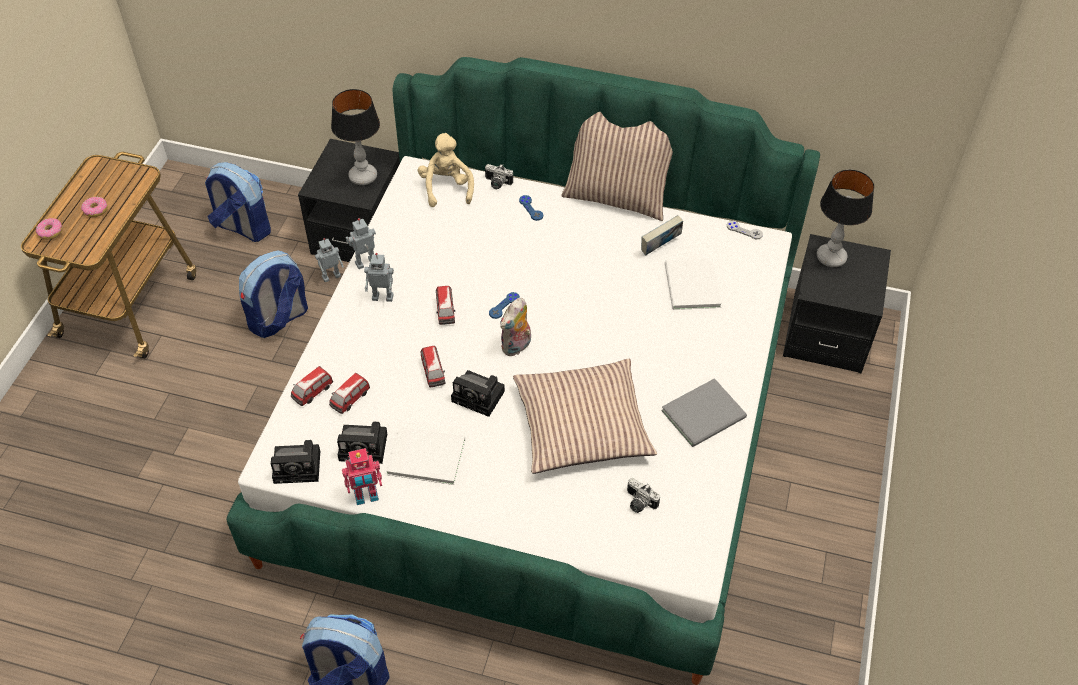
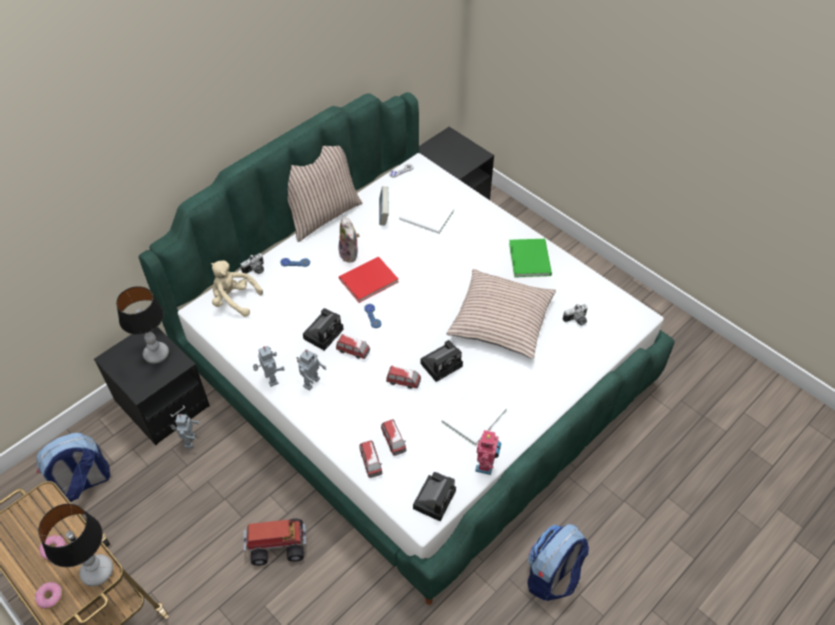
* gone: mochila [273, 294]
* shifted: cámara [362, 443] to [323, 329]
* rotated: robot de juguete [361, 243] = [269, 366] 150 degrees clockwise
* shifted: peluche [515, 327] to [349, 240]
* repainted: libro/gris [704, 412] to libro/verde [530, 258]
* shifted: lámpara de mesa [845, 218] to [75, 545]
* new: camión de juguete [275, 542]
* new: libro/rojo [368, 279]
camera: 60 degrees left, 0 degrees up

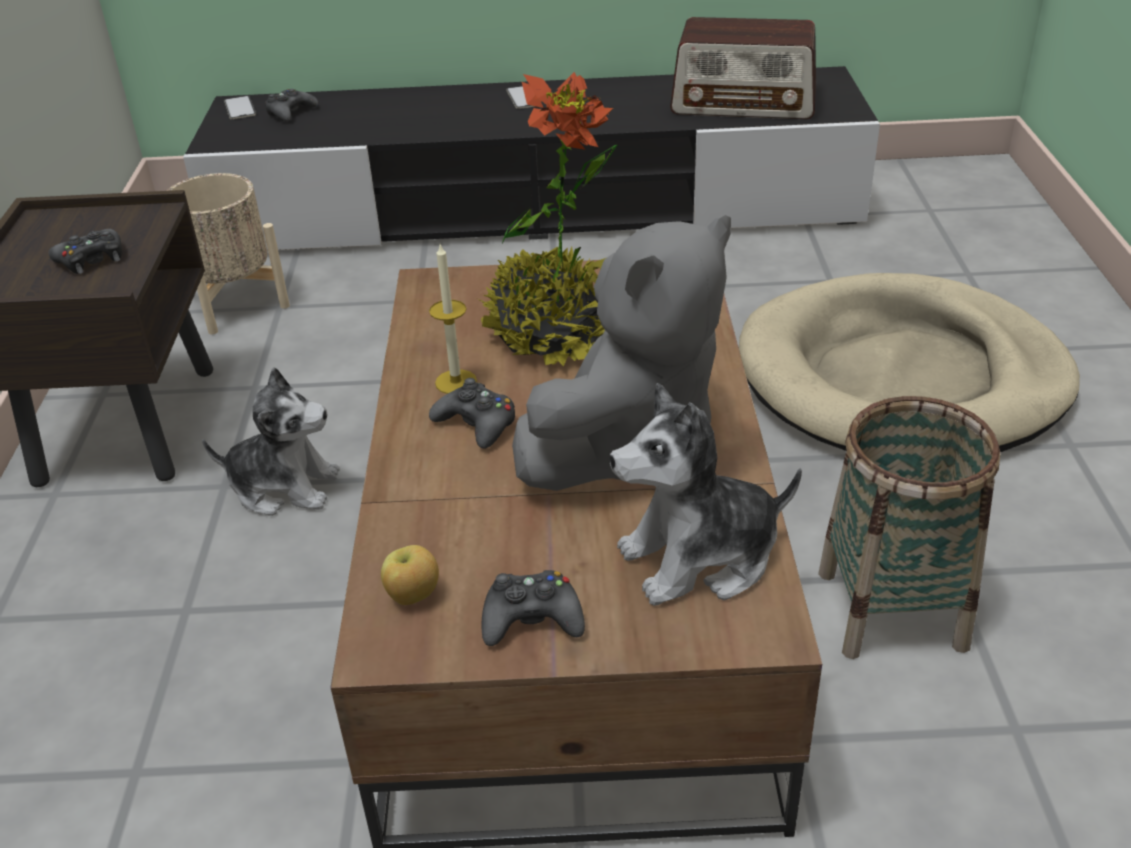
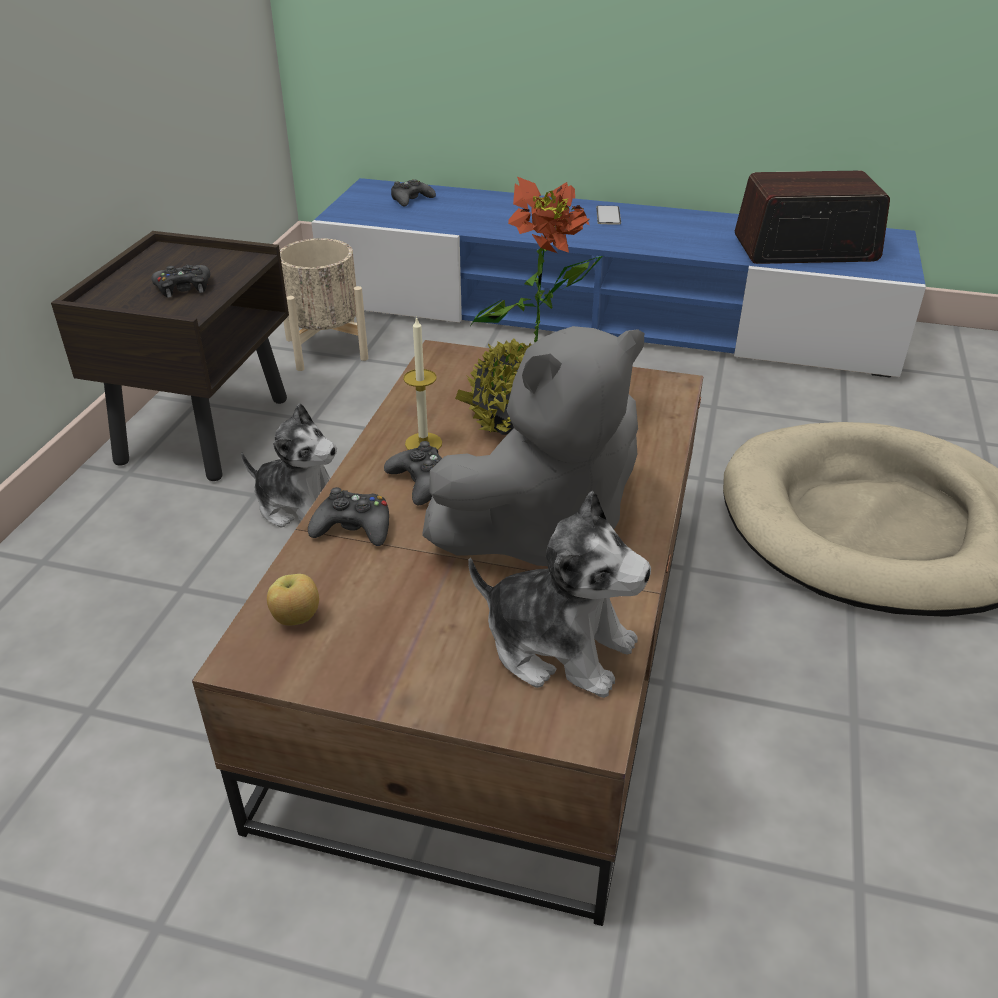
* repainted: mueble de televisión/negro [531, 158] to mueble de televisión/azul [618, 278]
* gone: móvil [240, 107]
* shifted: mando de consola/negro [533, 608] to [348, 516]
* rotated: peluche [706, 494] = [559, 594] 150 degrees counterclockwise
* rotated: radio [743, 68] = [812, 217] 150 degrees clockwise
* gone: cesta [909, 527]
camera: 15 degrees right, 0 degrees up

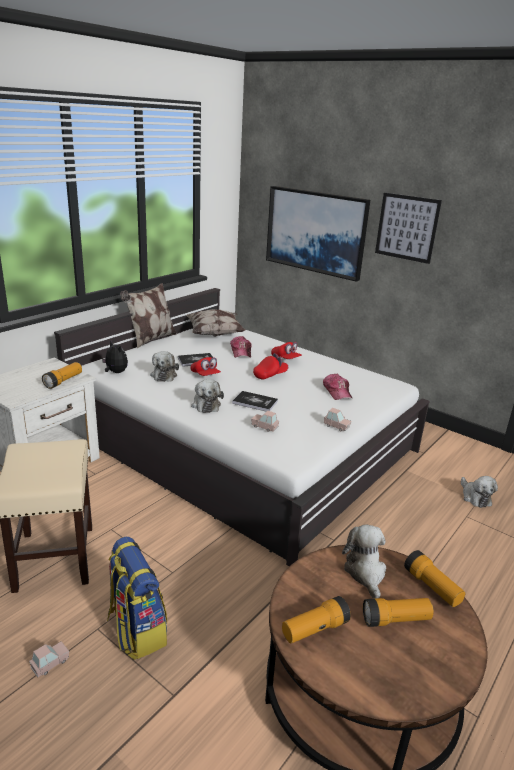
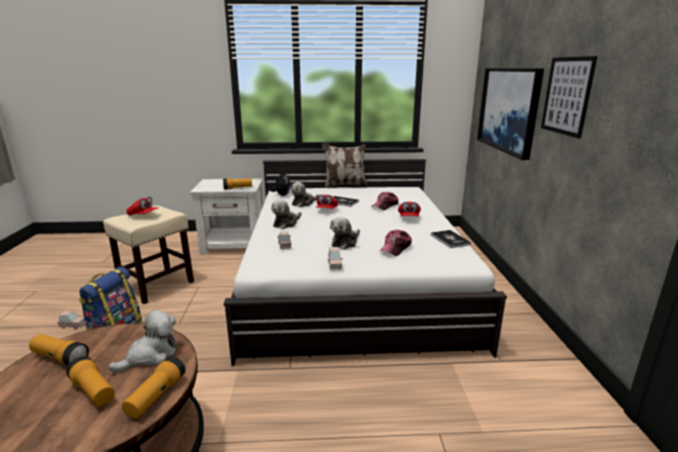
* gone: cojín [215, 323]
* shifted: libro [255, 401] to [451, 239]
* shifted: gorra/rojo [270, 366] to [142, 206]
* shifted: peluche [479, 492] to [345, 233]
camera: 50 degrees right, 5 degrees down

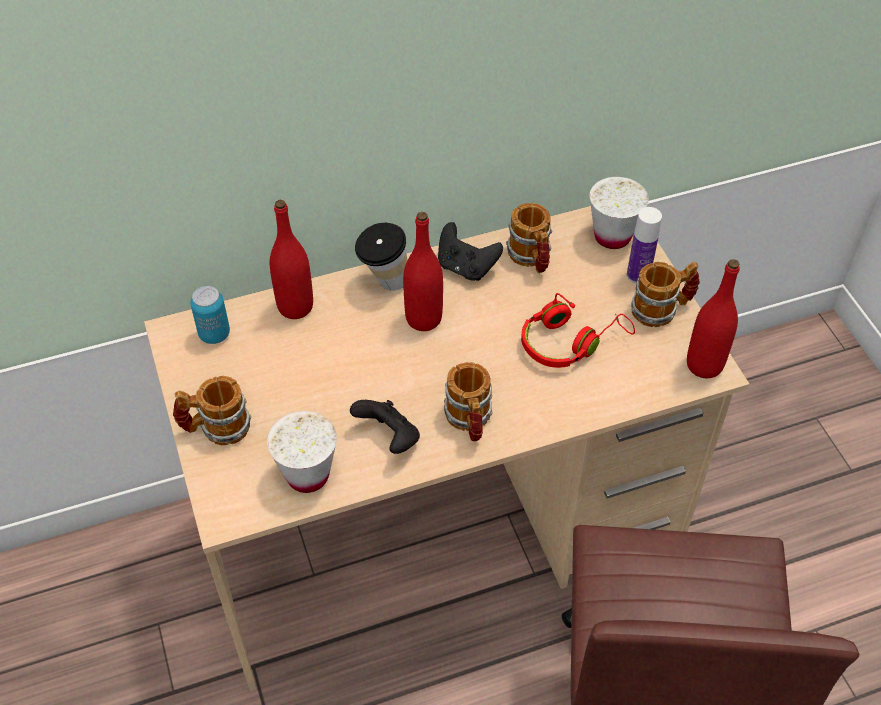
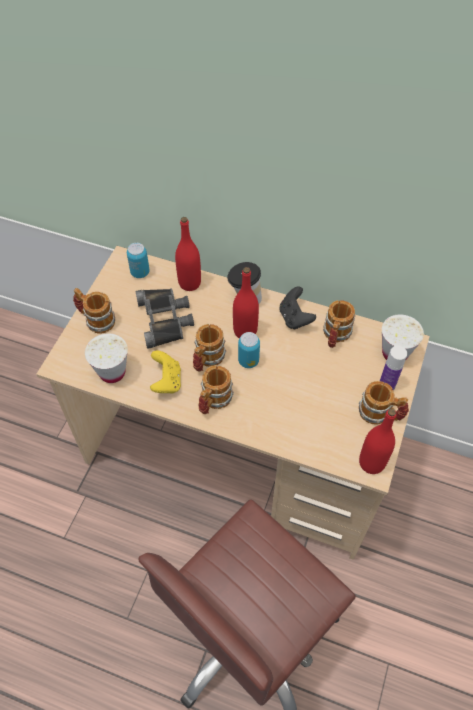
* repainted: mando de consola/negro [385, 427] to mando de consola/amarillo [165, 371]
* gone: auriculares/rojo [578, 330]
* new: prismáticos/negro [165, 318]
* new: taza grande [209, 348]
* new: lata [249, 350]
camera: 40 degrees right, 5 degrees up

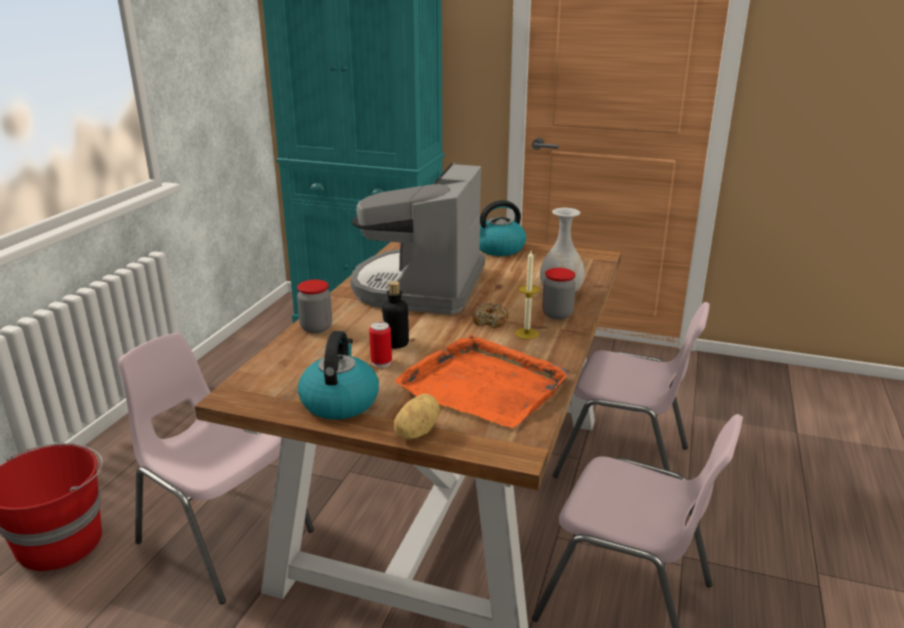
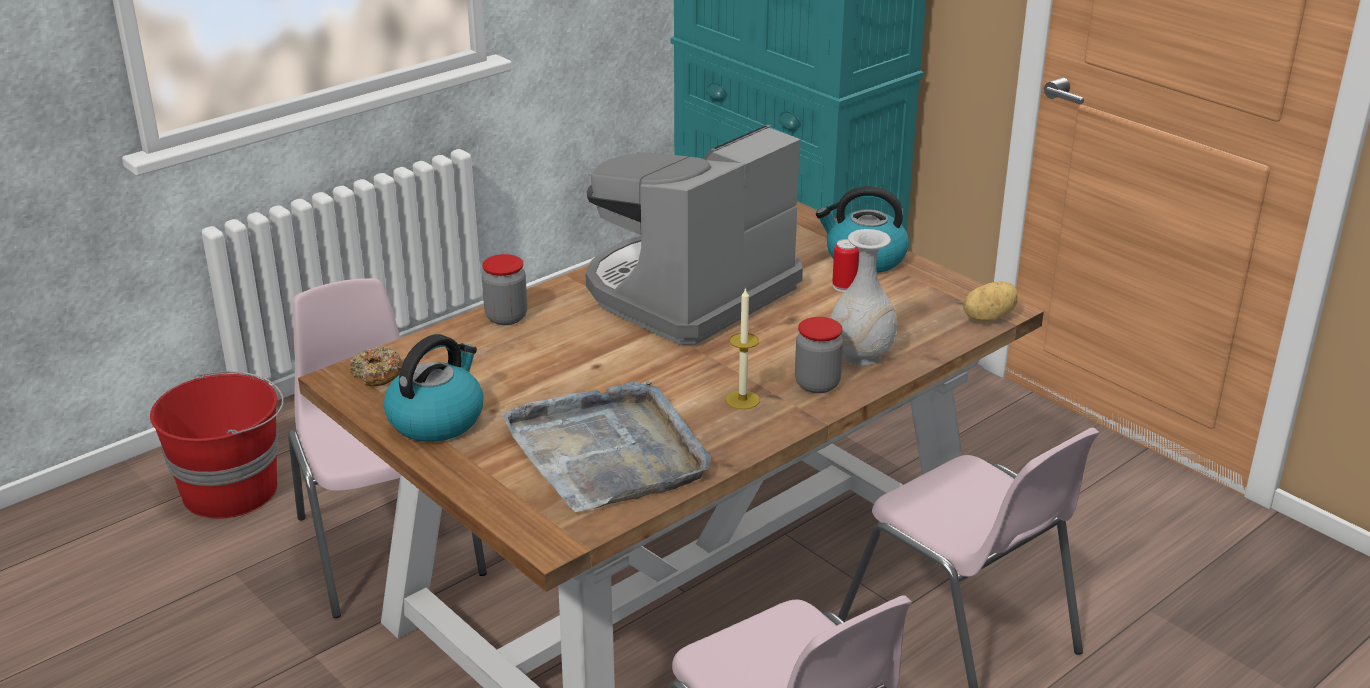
* shifted: lata [380, 344] to [845, 265]
* gone: botella [395, 315]
* repainted: bandeja/naranja [481, 381] to bandeja/gris [606, 446]
* shifted: patata [417, 416] to [990, 301]
* shifted: rosquilla [490, 315] to [376, 366]
camera: 30 degrees right, 5 degrees up

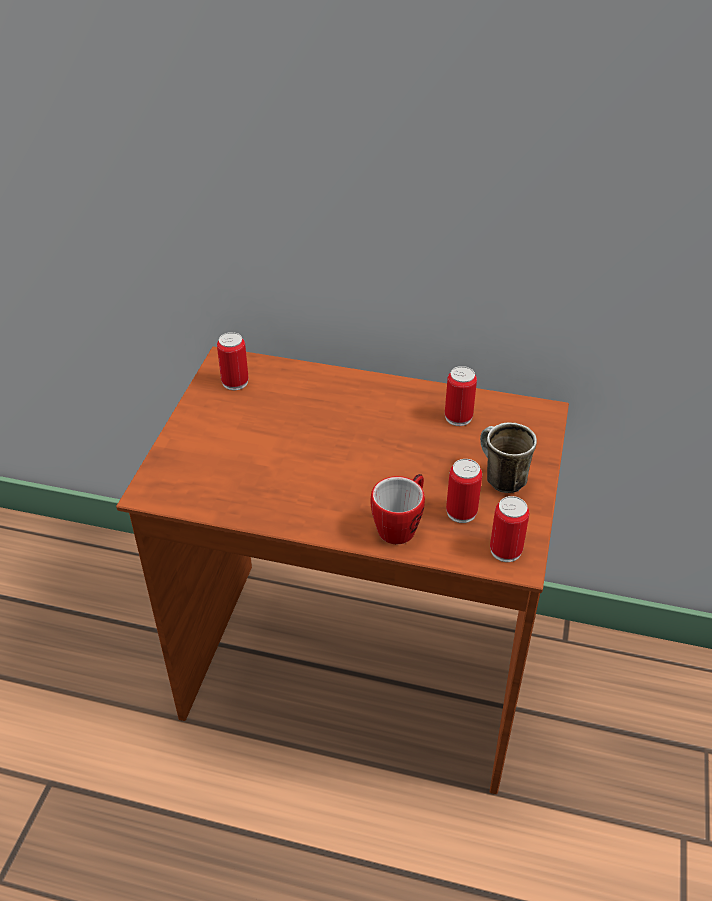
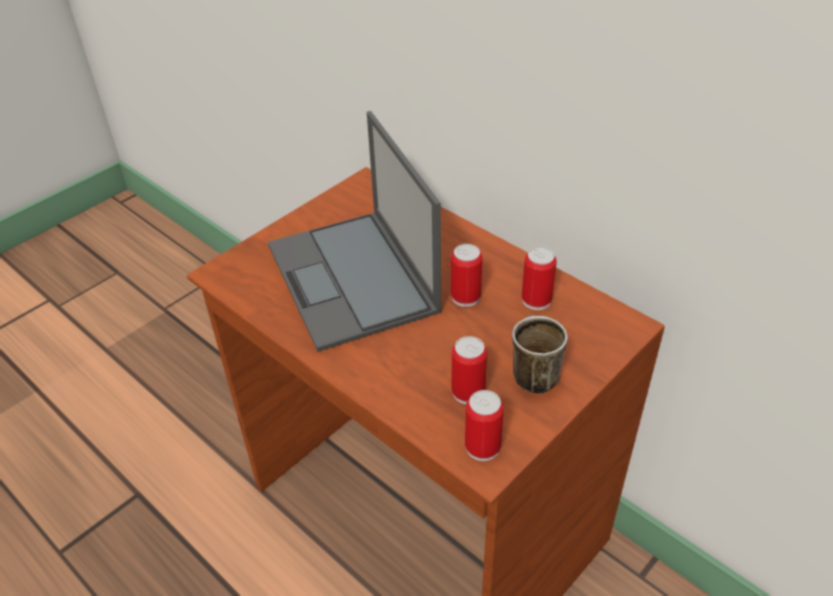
* shifted: lata [233, 361] to [467, 275]
* gone: taza grande [398, 509]
* new: portátil [354, 231]
camera: 30 degrees right, 0 degrees up

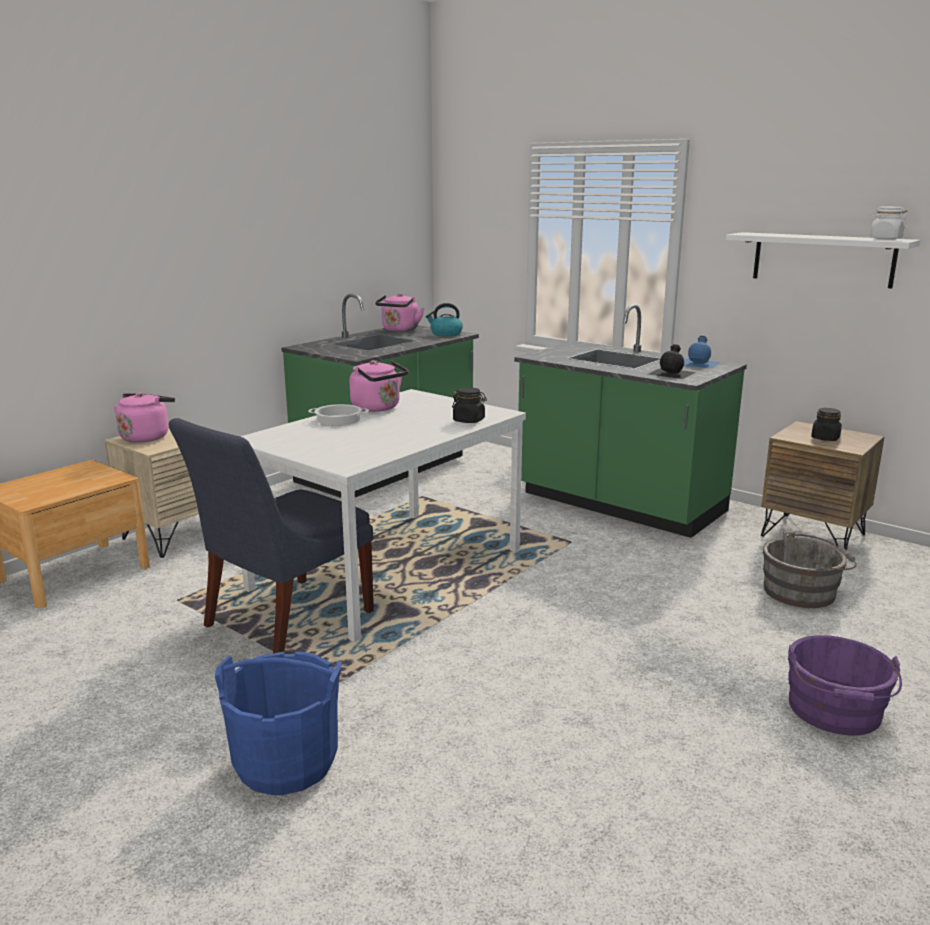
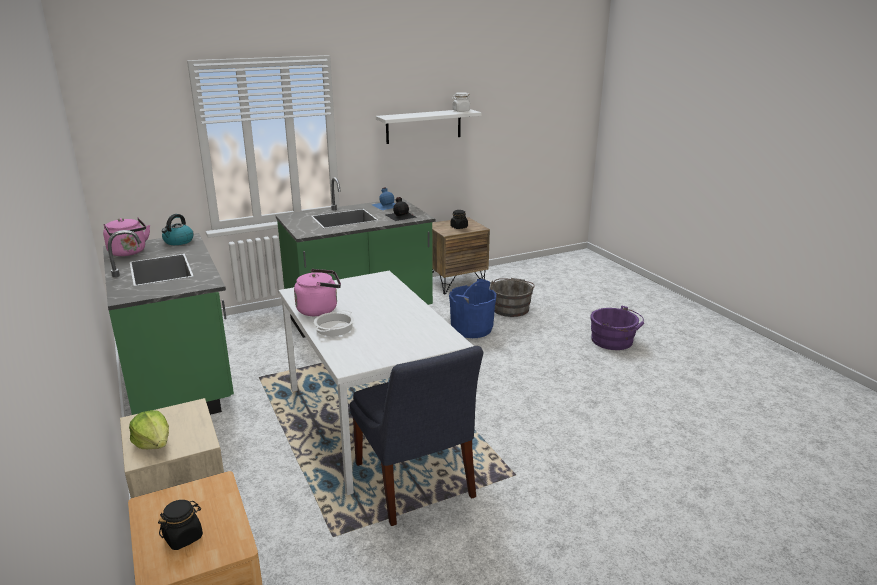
* swapped: hervidor/rosa [144, 418] to lechuga [149, 429]
* shifted: cubo/azul [278, 723] to [472, 308]
* shifted: tarro/negro [469, 405] to [180, 525]
camera: 65 degrees left, 5 degrees up

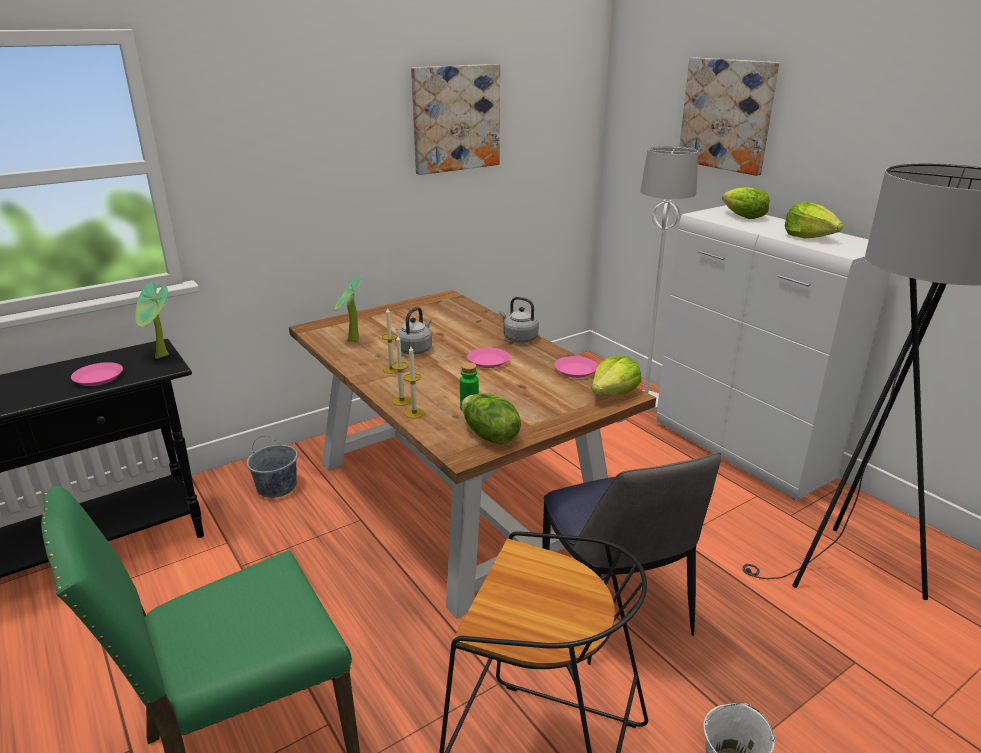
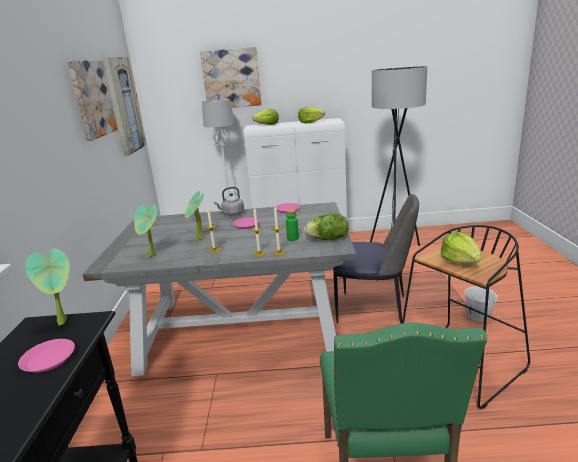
* gone: cubo/gris [272, 467]
* repainted: mesa de comedor/marrón [472, 454] to mesa de comedor/gris [219, 289]
* swapped: hervidor/gris [413, 330] to planta en maceta [194, 215]
* shifted: lechuga [616, 376] to [461, 248]
* new: cuadro [125, 106]
camera: 55 degrees left, 5 degrees down

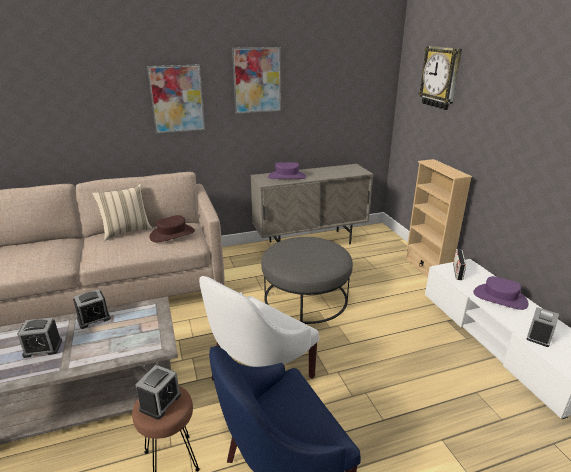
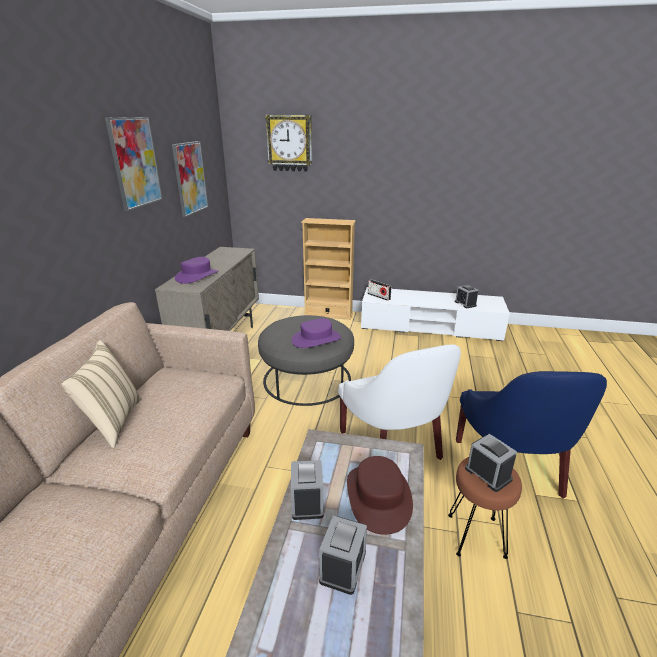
* shifted: cuadro [176, 99] to [190, 179]
* shifted: sombrero/marrón [172, 228] to [380, 495]
* shifted: sombrero/morado [501, 293] to [316, 333]
camera: 60 degrees left, 0 degrees up

